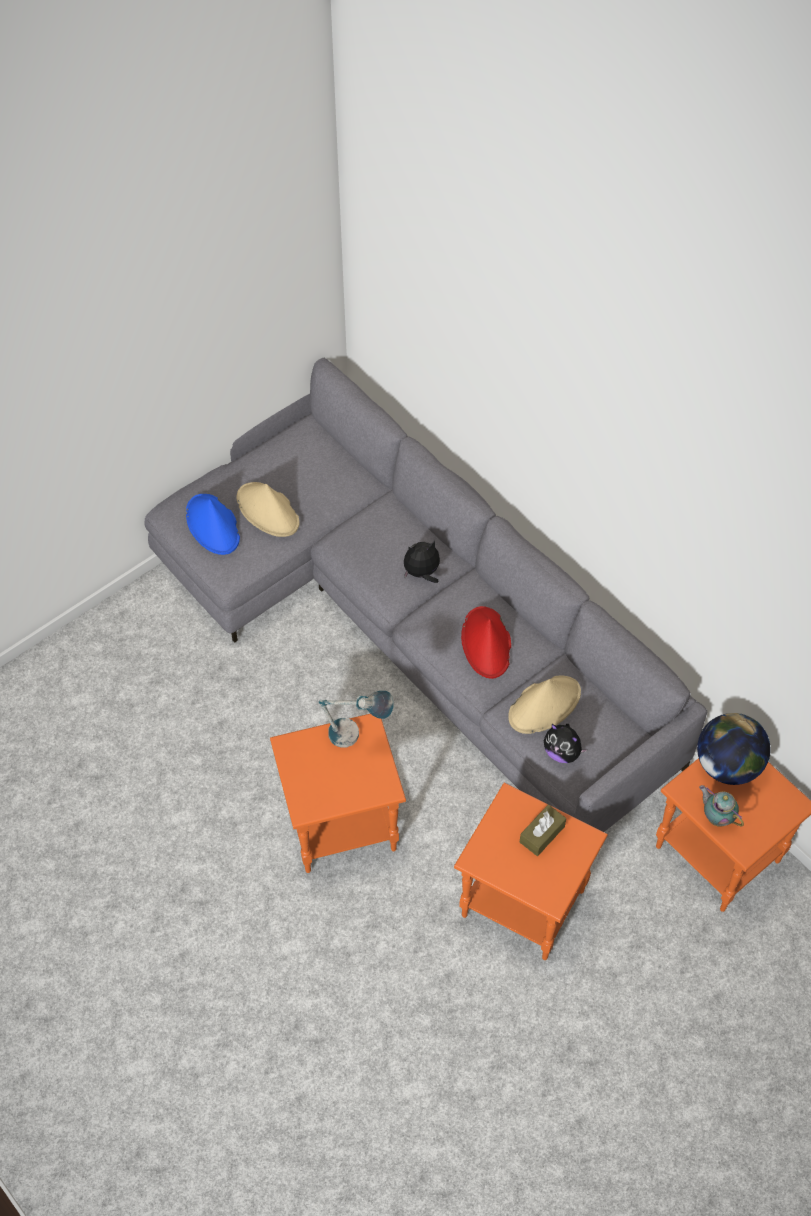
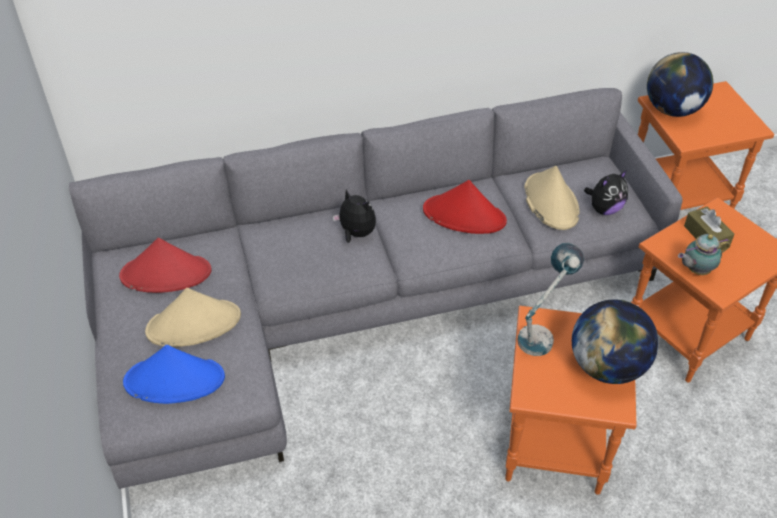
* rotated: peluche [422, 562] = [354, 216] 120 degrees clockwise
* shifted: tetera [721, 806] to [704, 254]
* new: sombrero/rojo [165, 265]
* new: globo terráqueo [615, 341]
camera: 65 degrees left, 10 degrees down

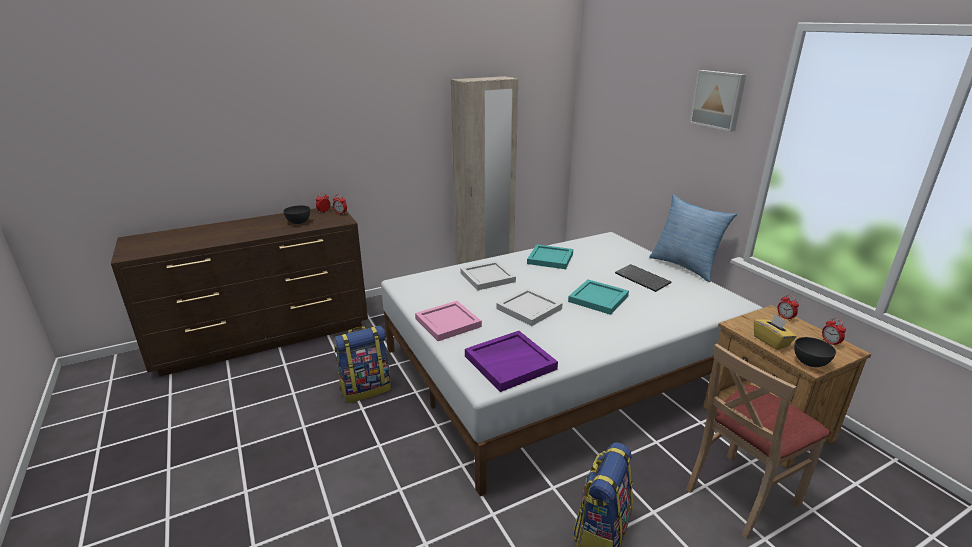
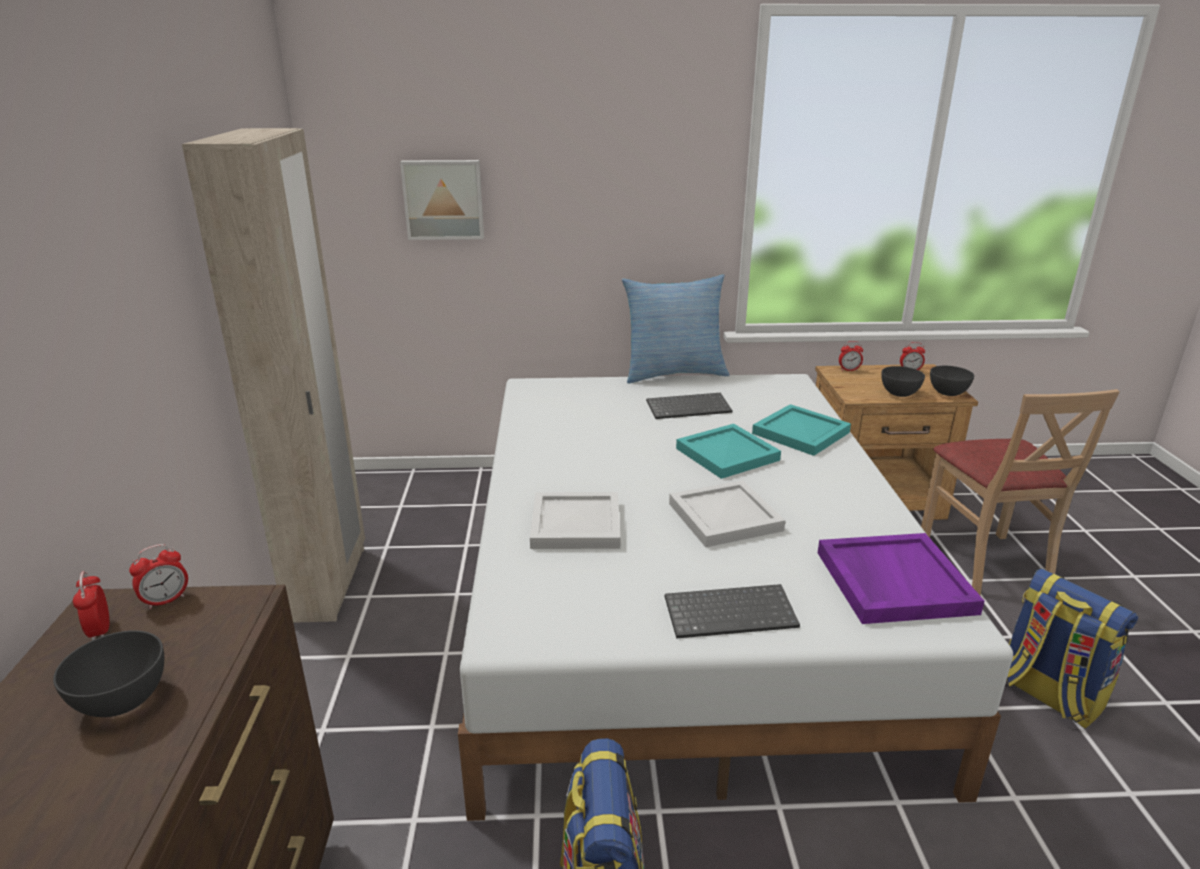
* swapped: bandeja/rosa [448, 321] to teclado [732, 611]
* shifted: bandeja/turquesa [550, 256] to [801, 430]
* shifted: cuadro [718, 101] to [442, 200]
* swapped: caja de pañuelos/amarillo [775, 332] to cuenco/gris [903, 381]
camera: 65 degrees left, 0 degrees up

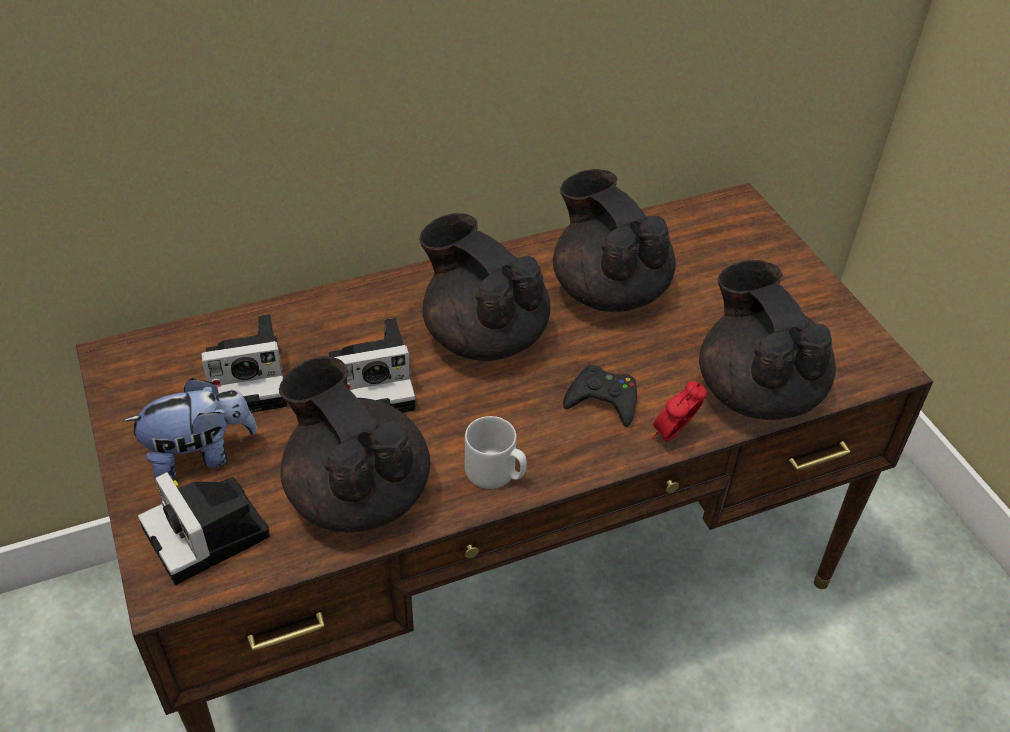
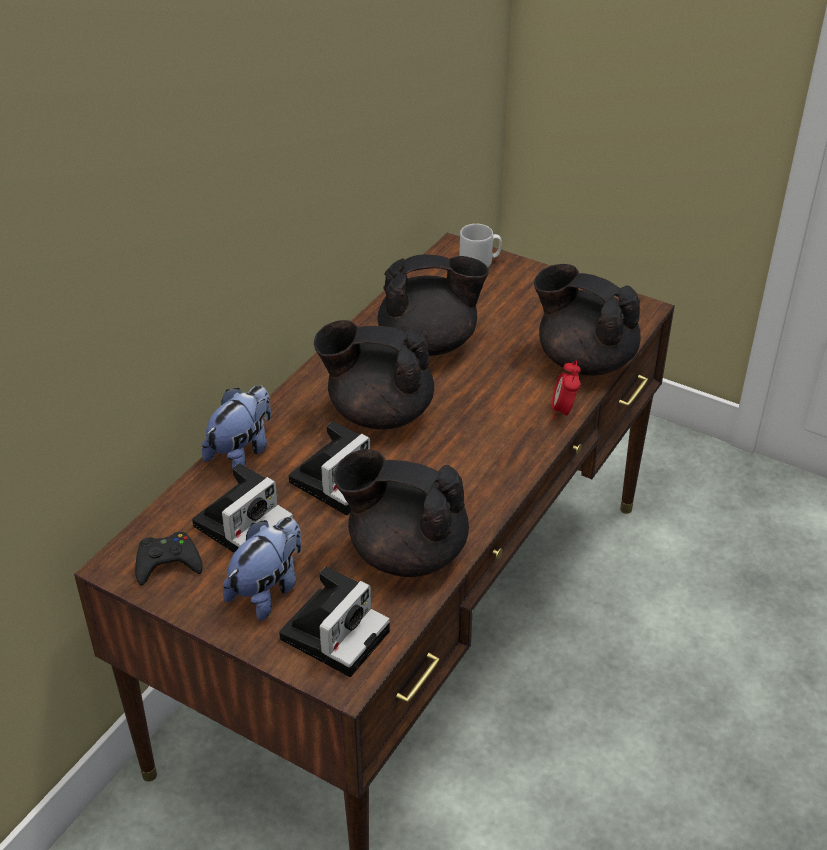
* rotated: cámara [204, 528] = [334, 622] 75 degrees counterclockwise
* shifted: taza grande/gris [496, 452] to [480, 245]
* rotated: tetera/negro [614, 240] = [433, 305] 150 degrees clockwise
* shifted: mando de consola/negro [600, 396] to [169, 559]
* new: peluche [236, 428]
camera: 35 degrees left, 5 degrees down

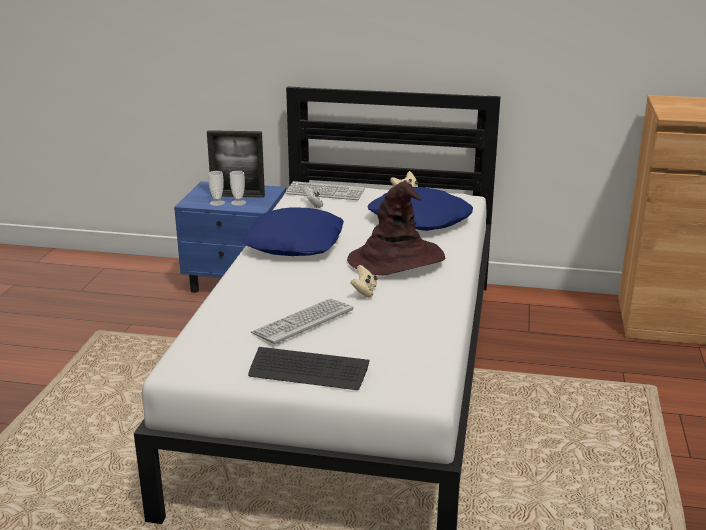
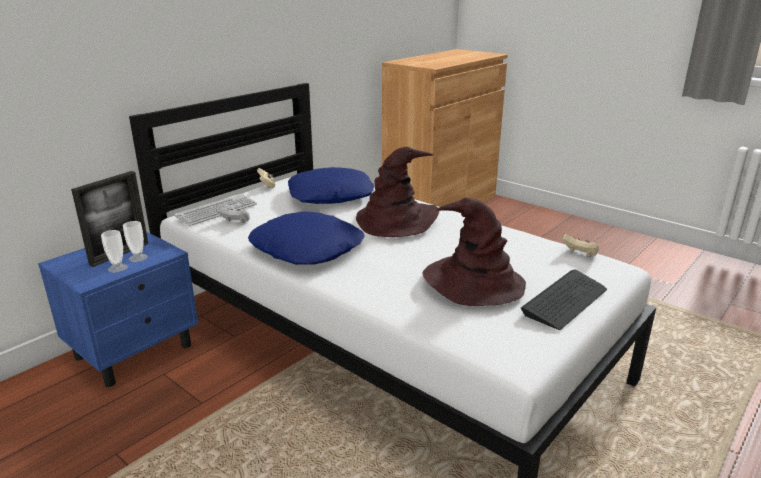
* swapped: teclado [302, 321] to sombrero/marrón [474, 252]
* shifted: mando de consola/beis [364, 281] to [580, 245]
camera: 60 degrees left, 0 degrees up

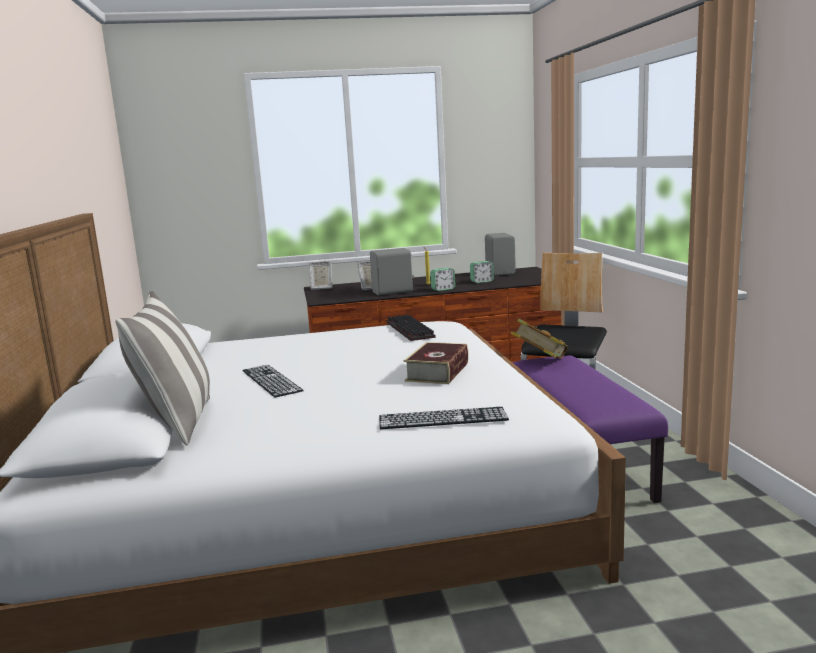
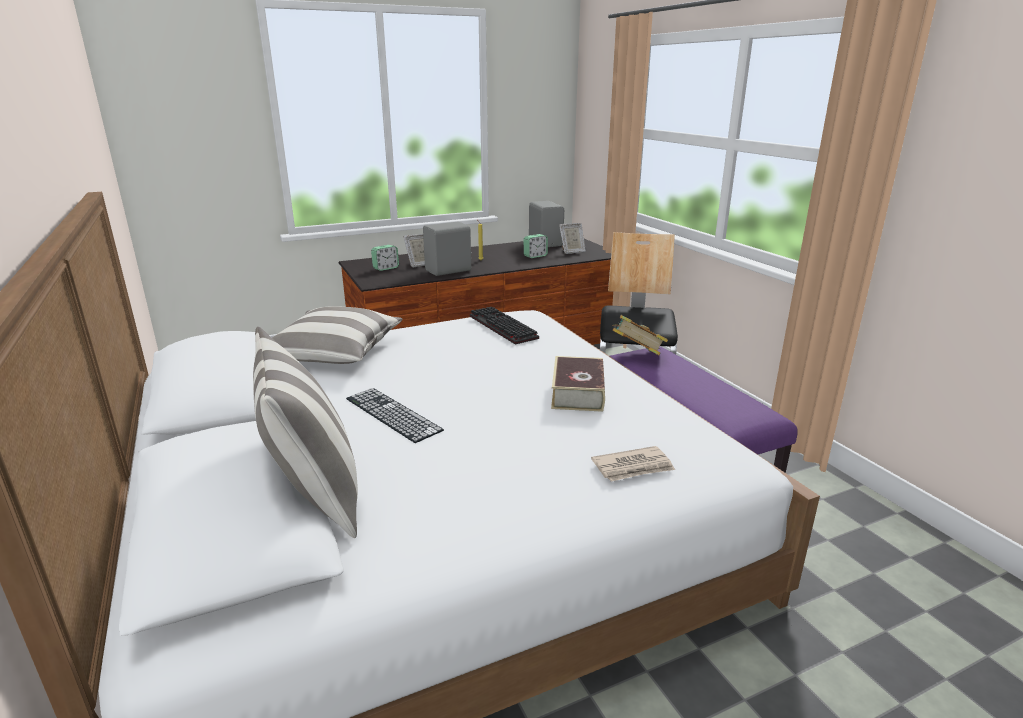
* shifted: portarretratos [320, 275] to [572, 238]
* swapped: teclado [444, 418] to periódico [633, 464]
* shifted: despertador [443, 279] to [385, 258]
* new: cojín [337, 335]
camera: 15 degrees left, 10 degrees up

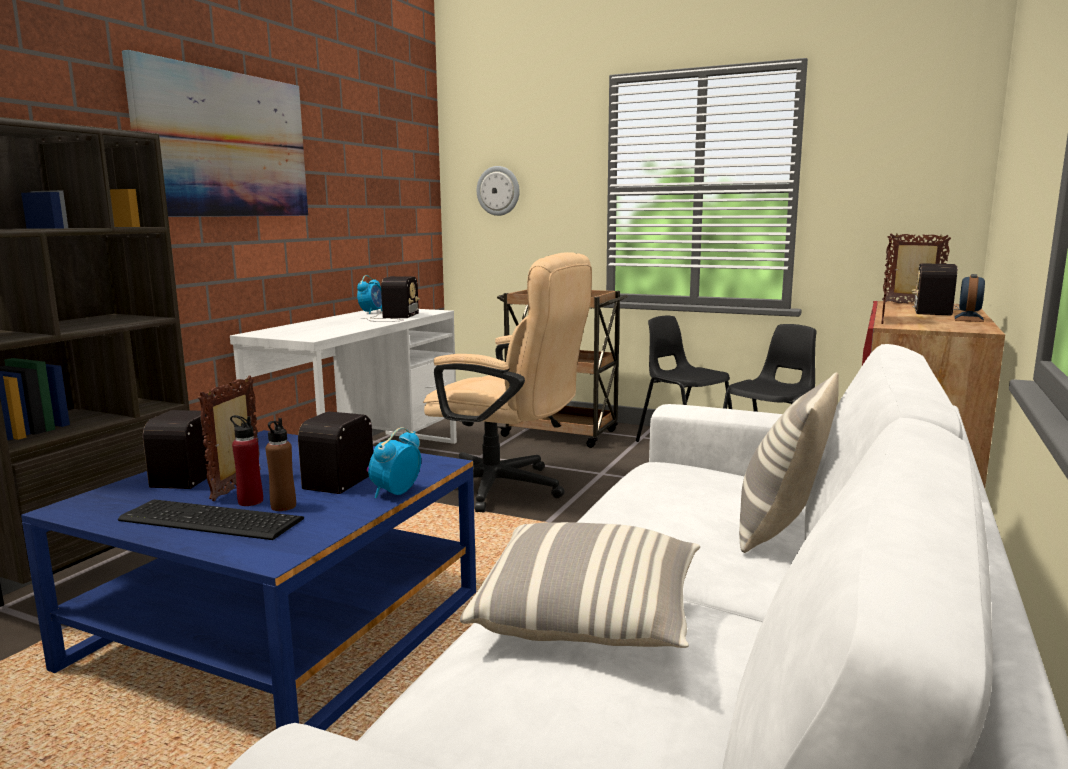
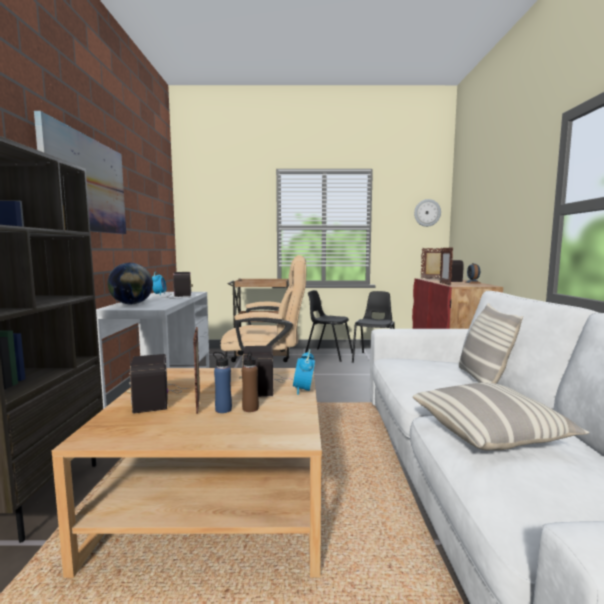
* repainted: mesa de centro/azul [248, 580] to mesa de centro/beis [187, 473]
* gone: teclado [211, 519]
* repainted: botella/rojo [246, 460] to botella/azul [222, 382]
* shifted: reloj de pared [498, 191] to [427, 213]
* new: globo terráqueo [130, 283]
camera: 25 degrees left, 5 degrees down

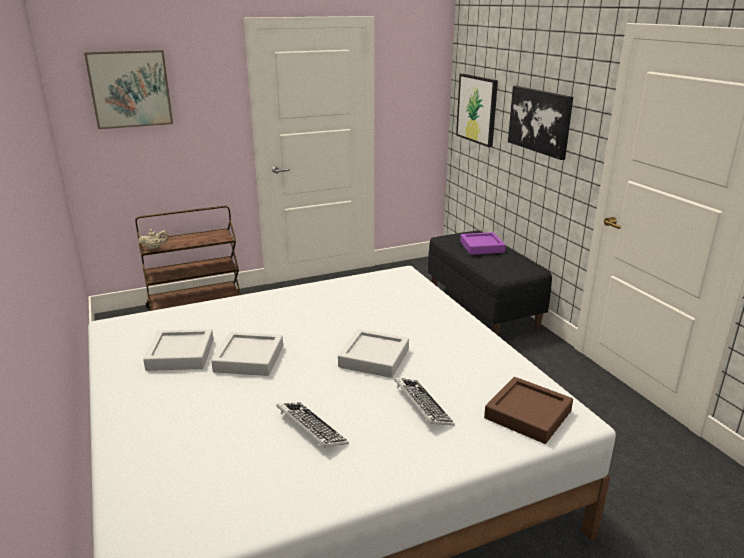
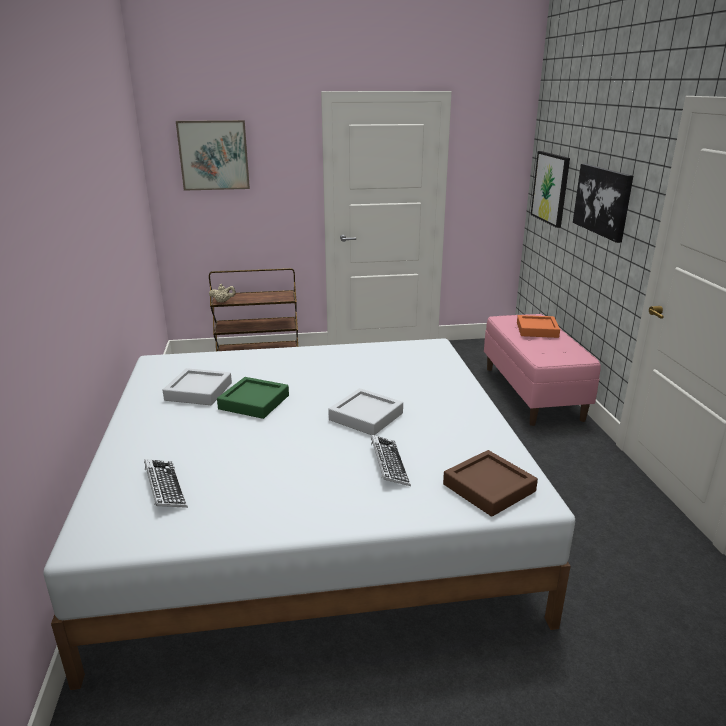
* repainted: bandeja/gris [247, 354] to bandeja/verde [253, 398]
* shifted: teclado [312, 424] to [166, 483]
* repainted: banco/negro [490, 282] to banco/rosa [542, 370]
* repainted: bandeja/morado [483, 243] to bandeja/naranja [538, 326]
camera: 15 degrees right, 0 degrees up

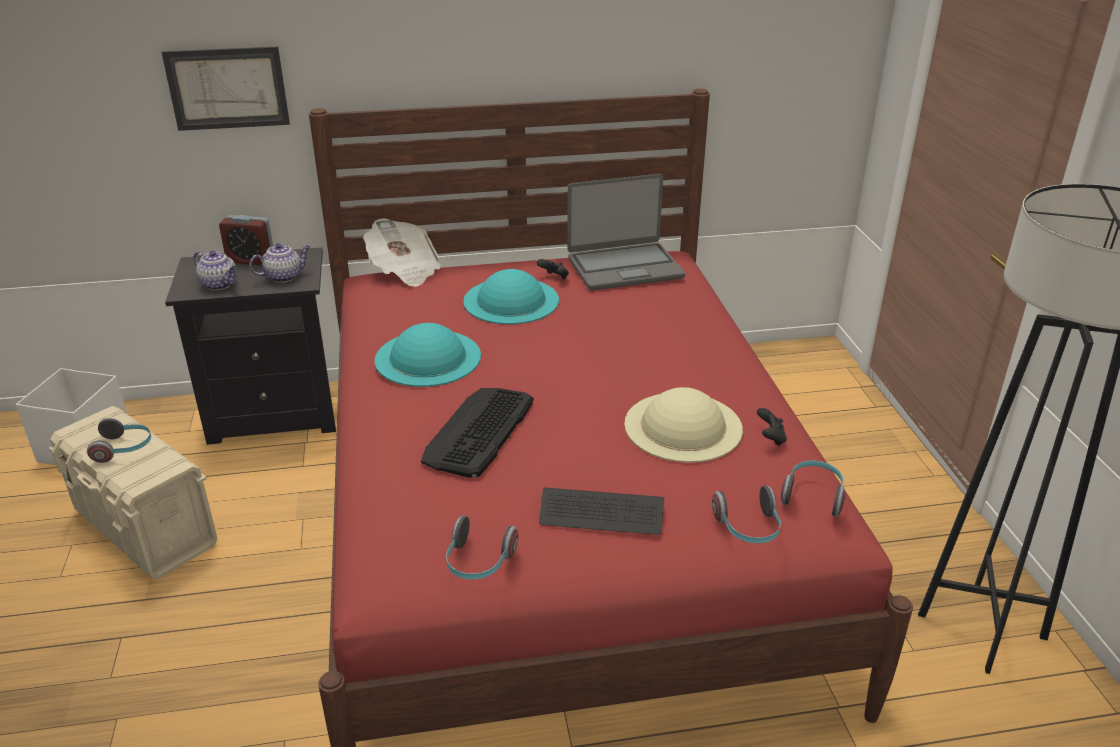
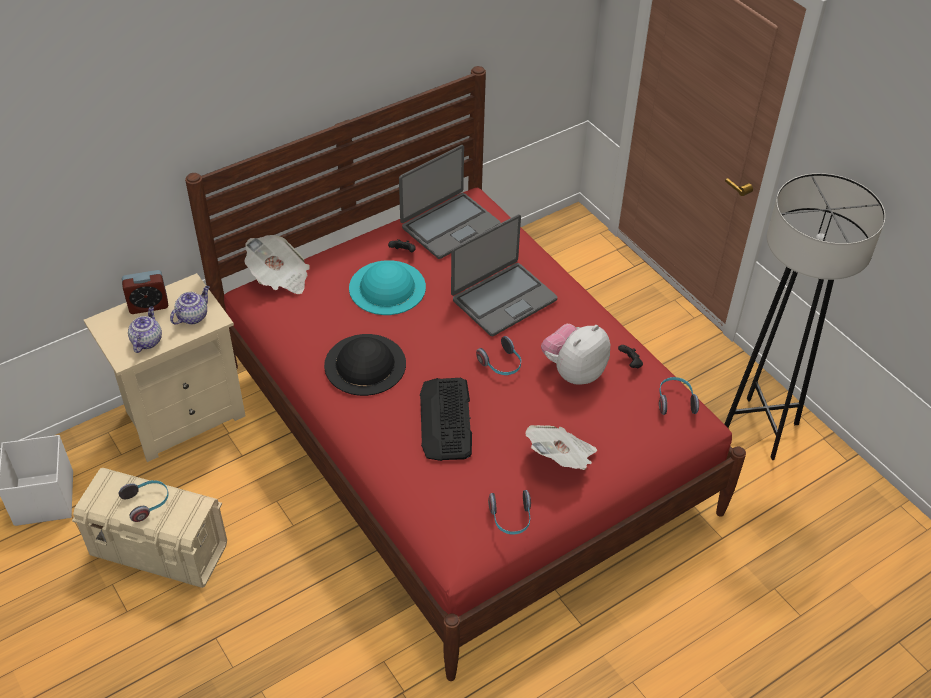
* gone: cuadro [225, 88]
* repainted: mesita de noche/negro [250, 346] to mesita de noche/beis [165, 367]
* rotated: tetera [215, 270] = [145, 329] 90 degrees counterclockwise
* repainted: sombrero/turquesa [428, 355] to sombrero/negro [365, 365]
* swapped: teclado [601, 511] to periódico [561, 447]
* swapped: sombrero/beis [683, 425] to peluche [575, 354]
* shifted: auriculares [746, 514] to [498, 355]
* new: portátil [504, 275]
camera: 25 degrees left, 15 degrees up

